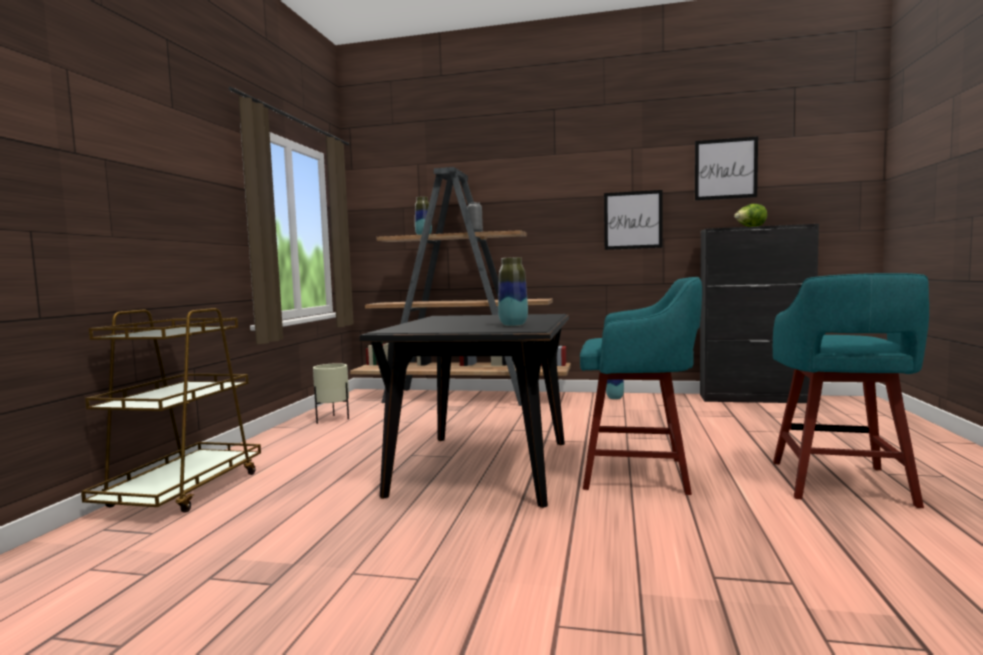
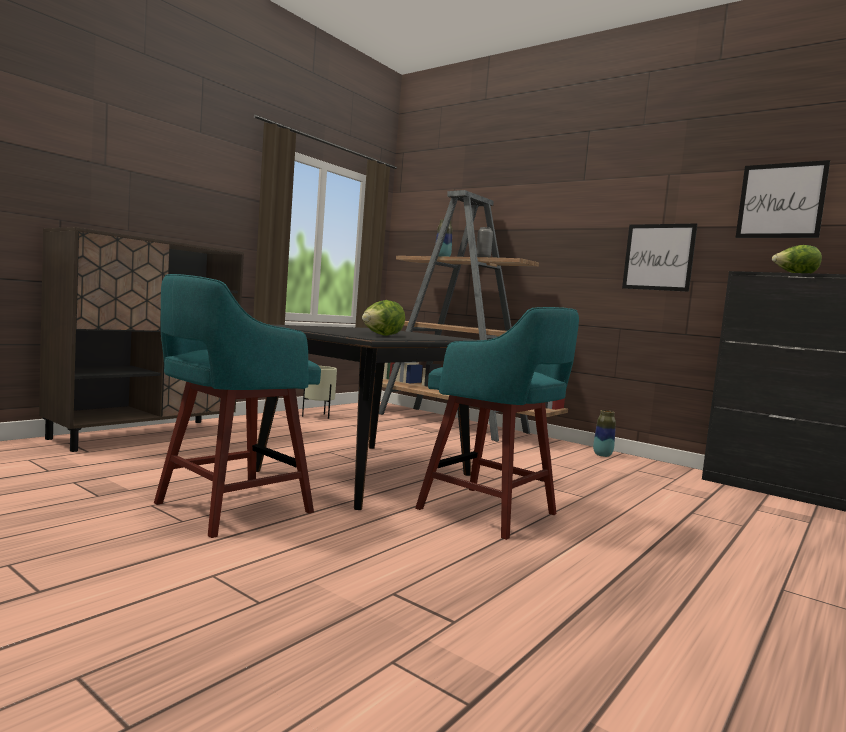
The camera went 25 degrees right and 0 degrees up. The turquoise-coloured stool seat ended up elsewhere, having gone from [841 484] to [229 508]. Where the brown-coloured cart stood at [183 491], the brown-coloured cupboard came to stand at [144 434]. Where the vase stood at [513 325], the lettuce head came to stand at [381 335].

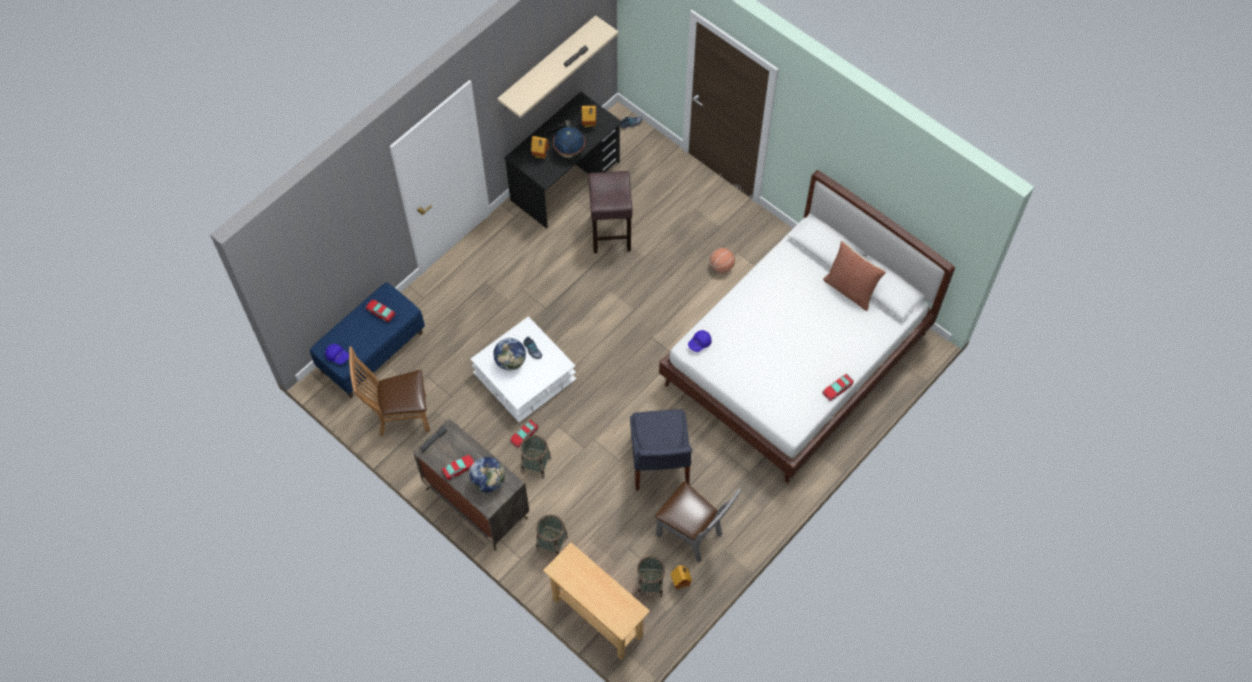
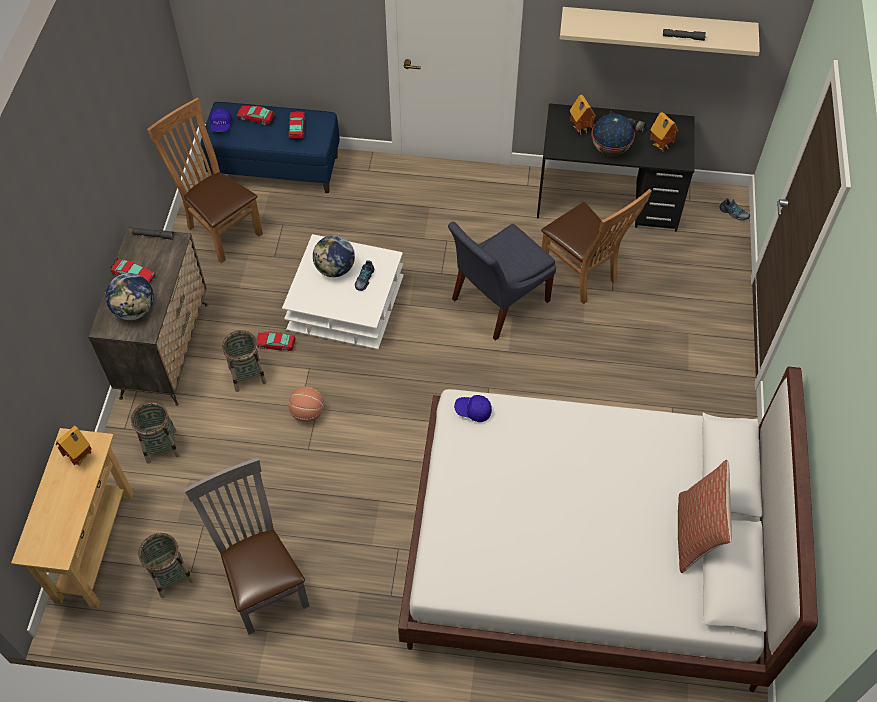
The camera went 55 degrees right and 5 degrees down. The bluish upright chair ended up elsewhere, having gone from [659 464] to [497 302]. The toy house ended up elsewhere, having gone from [681 583] to [81 458]. The basketball ended up elsewhere, having gone from [721 266] to [307 412]. The model car ended up elsewhere, having gone from [837 388] to [256 117]. Where the brown-coloured stool seat stood at [611 234], the brown-coloured upright chair came to stand at [582 276]. The grey upright chair at [693 535] ended up facing another way, 150 degrees clockwise from before.

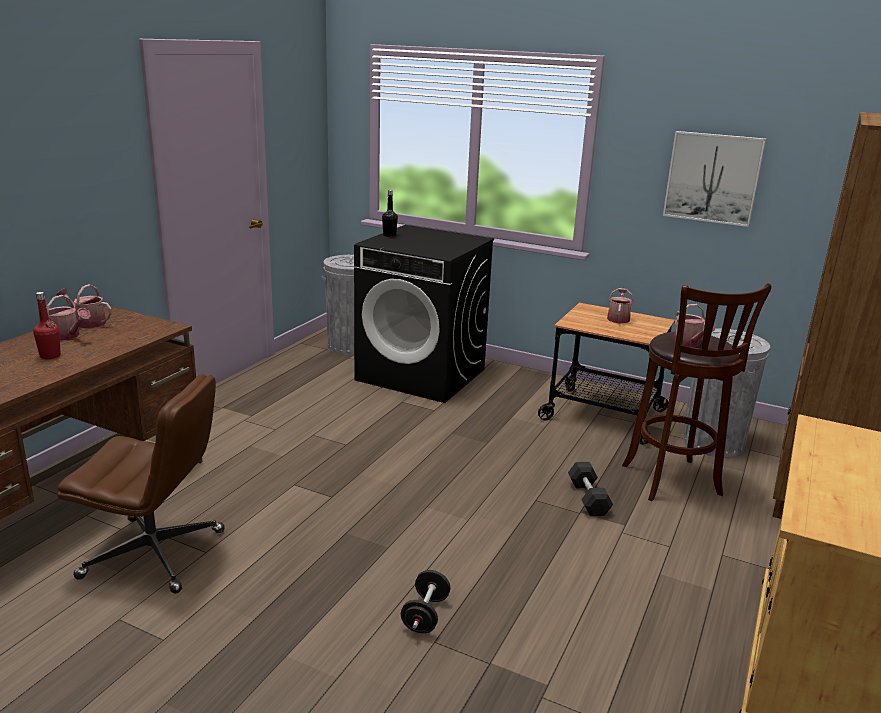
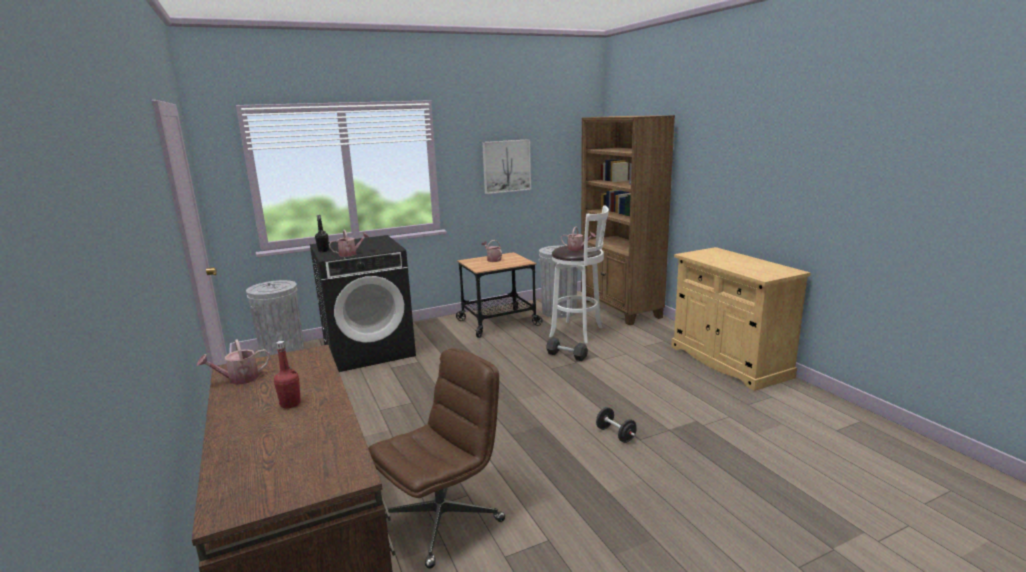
The camera went 50 degrees left and 5 degrees down. The watering can ended up elsewhere, having gone from [67 336] to [350 254]. What was the brown-coloured stool seat at [673 482] turned into the white stool seat at [579 332].

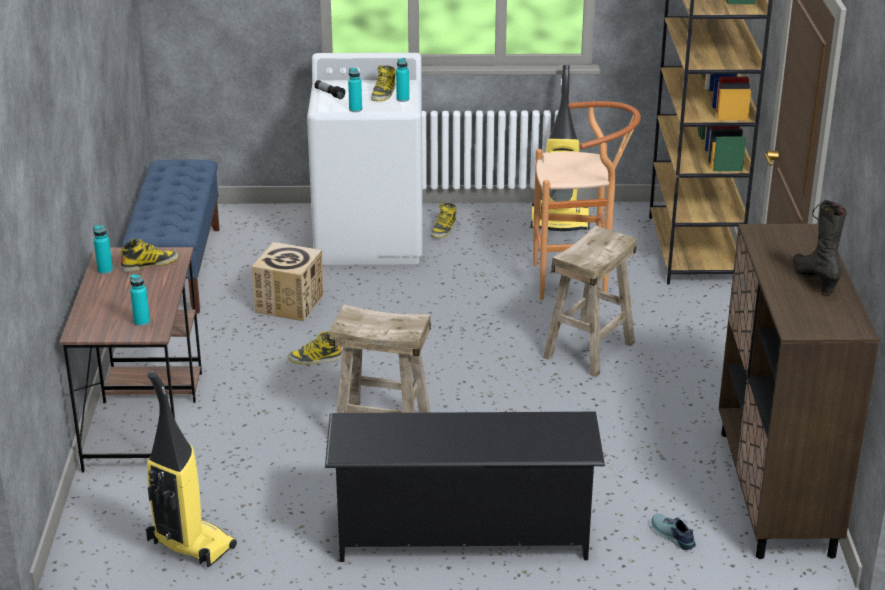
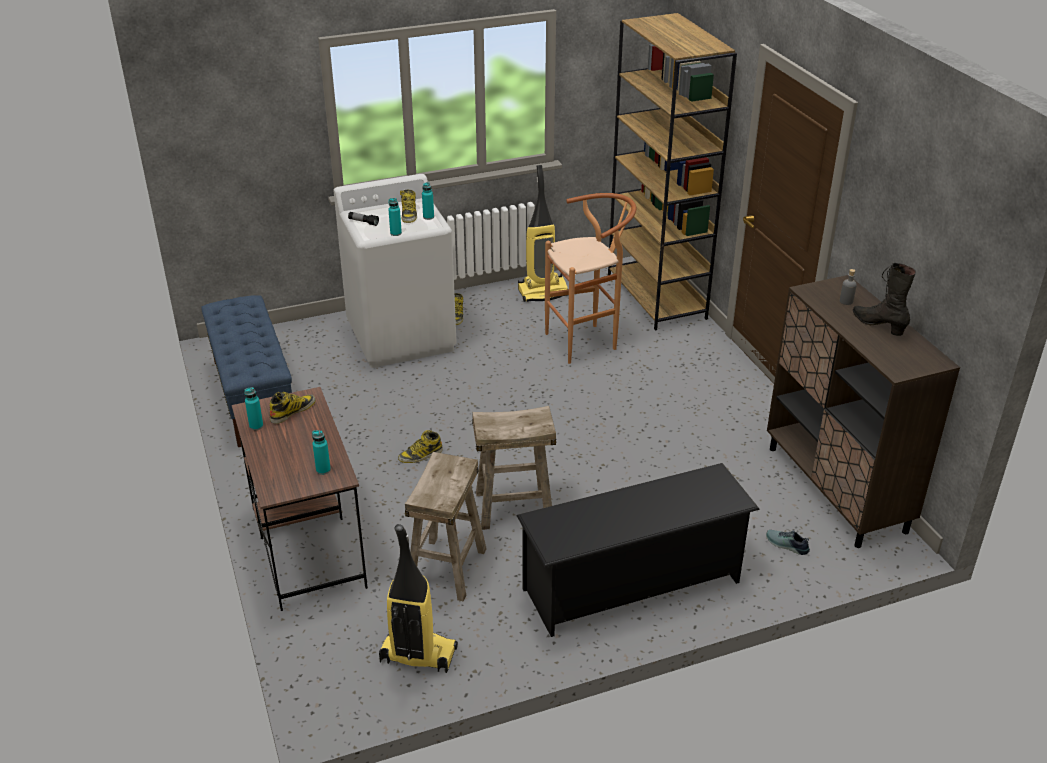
The camera went 20 degrees left and 5 degrees up. The second view lost the cardboard box at [289 304]. The second view gained the grey beverage bottle at [846 301]. The beige-coloured stool seat ended up elsewhere, having gone from [588 349] to [446 568].

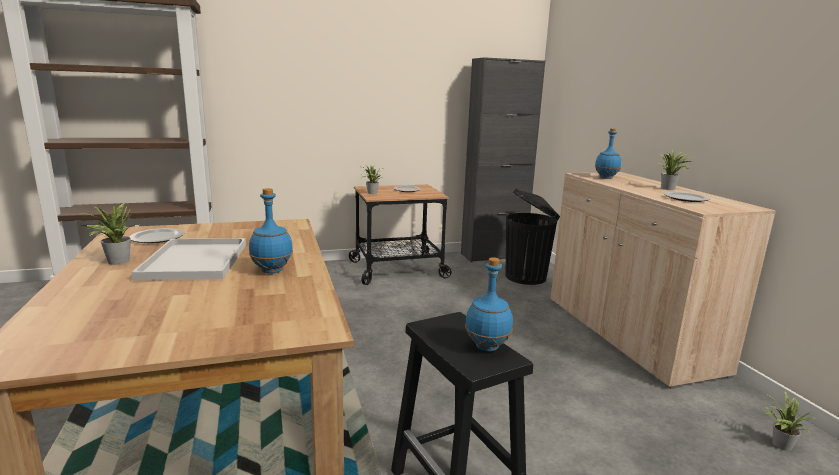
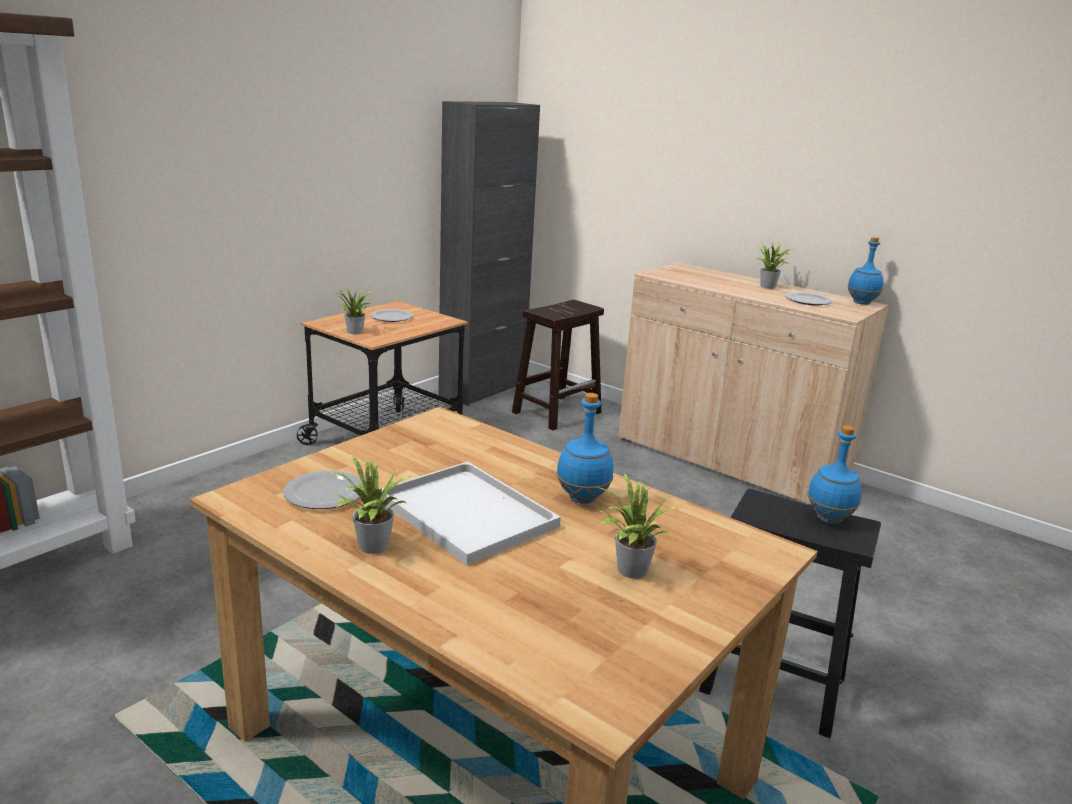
The camera went 35 degrees left and 5 degrees up. The bluish beverage bottle ended up elsewhere, having gone from [606 178] to [861 303]. The plant in a pot ended up elsewhere, having gone from [779 444] to [628 570]. Where the black-coloured rubbish bin stood at [527 277], the brown-coloured stool seat came to stand at [557 412].

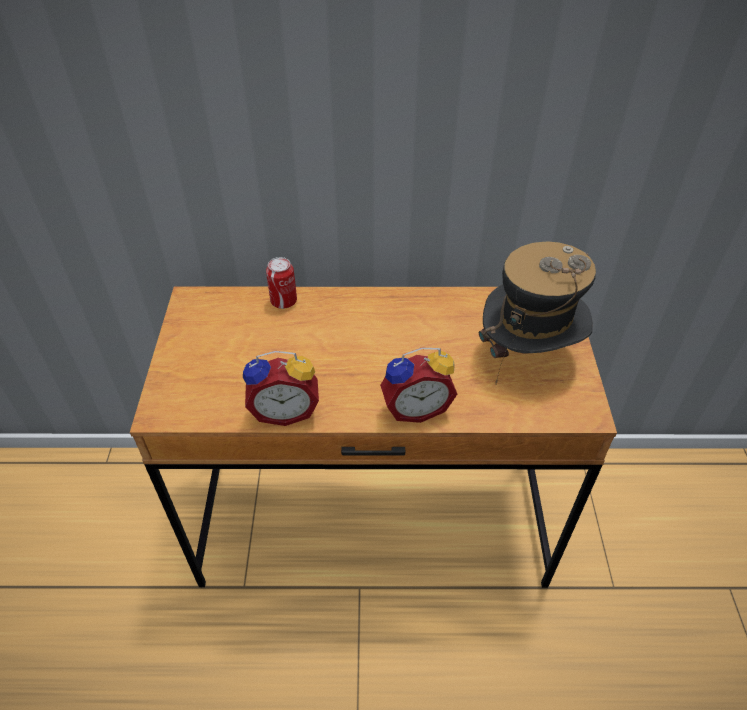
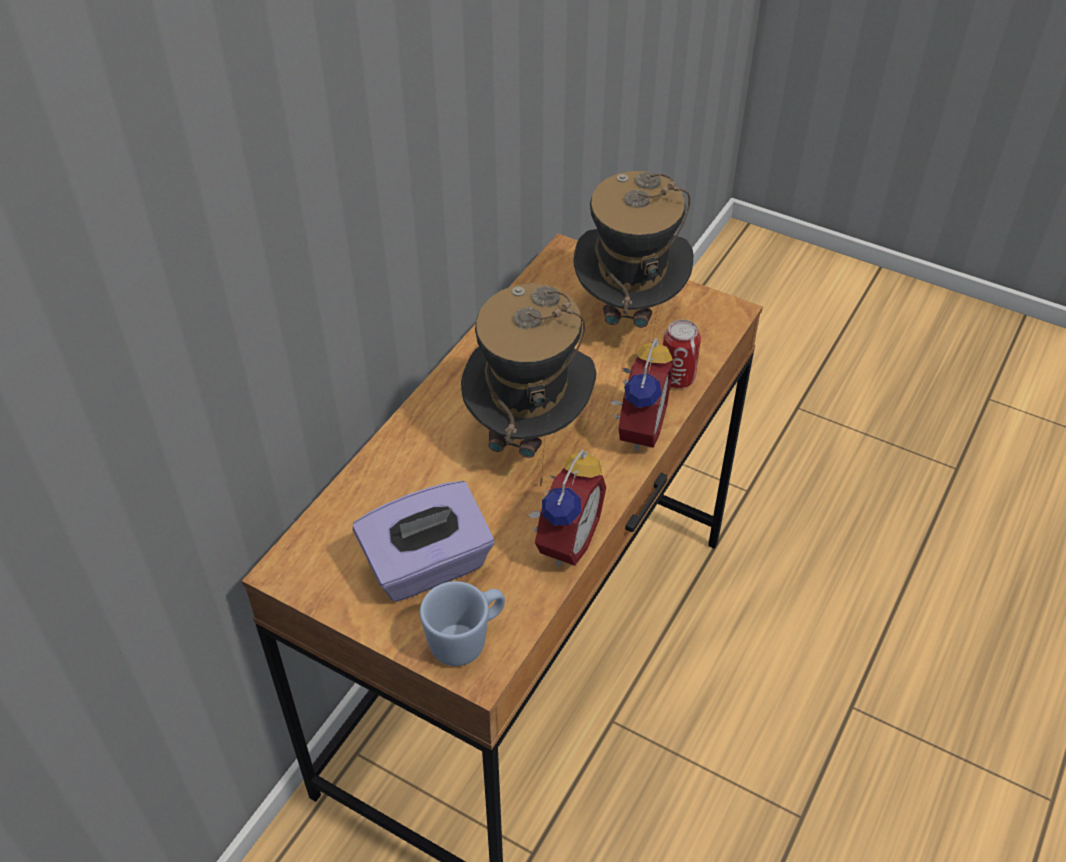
The camera went 60 degrees left and 0 degrees up. The second view gained the purple box of tissues at [427 566]. The second view gained the bluish mug at [467 640]. The second view gained the hat at [529 434]. The can ended up elsewhere, having gone from [284 301] to [677 378].

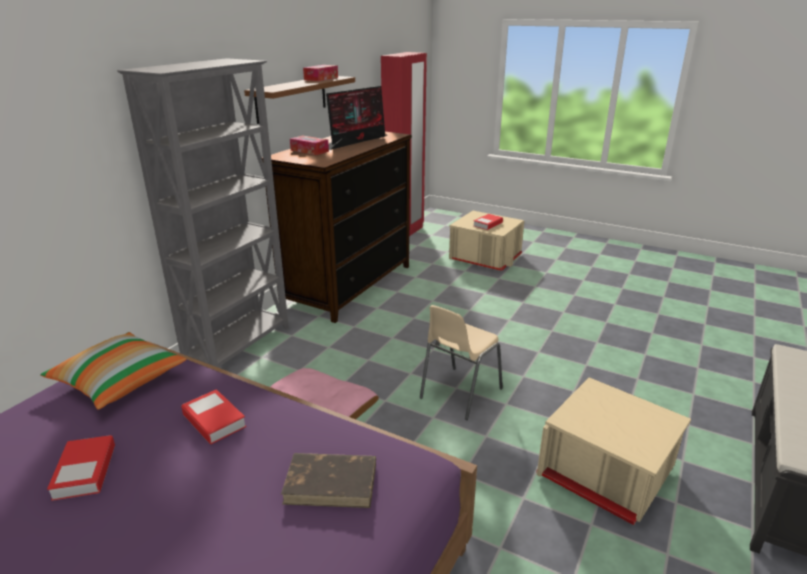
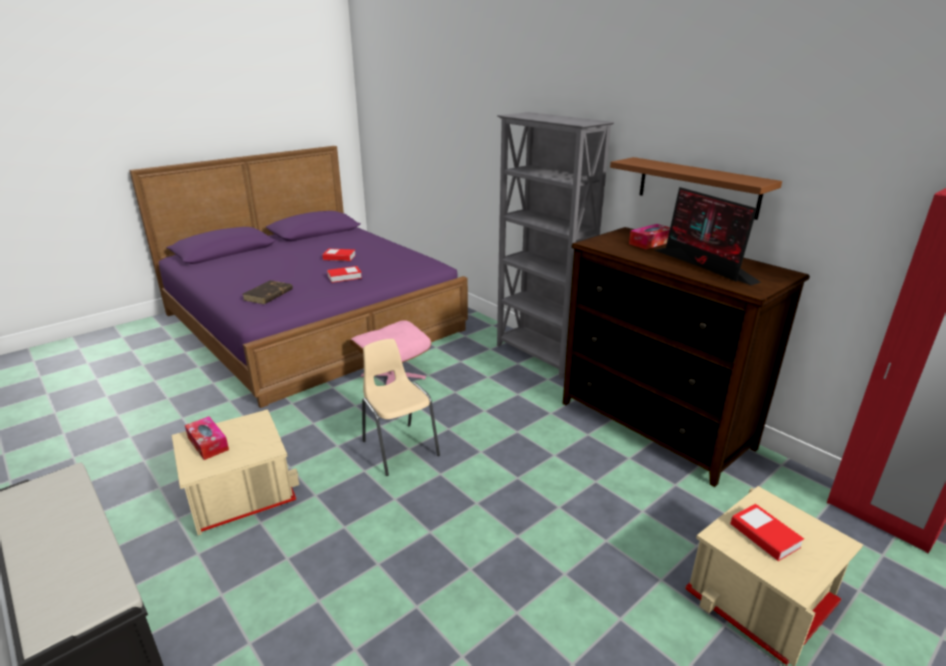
The camera went 110 degrees right and 0 degrees up. The second view lost the throw pillow at [118 381]. The box of tissues ended up elsewhere, having gone from [321 78] to [208 443].

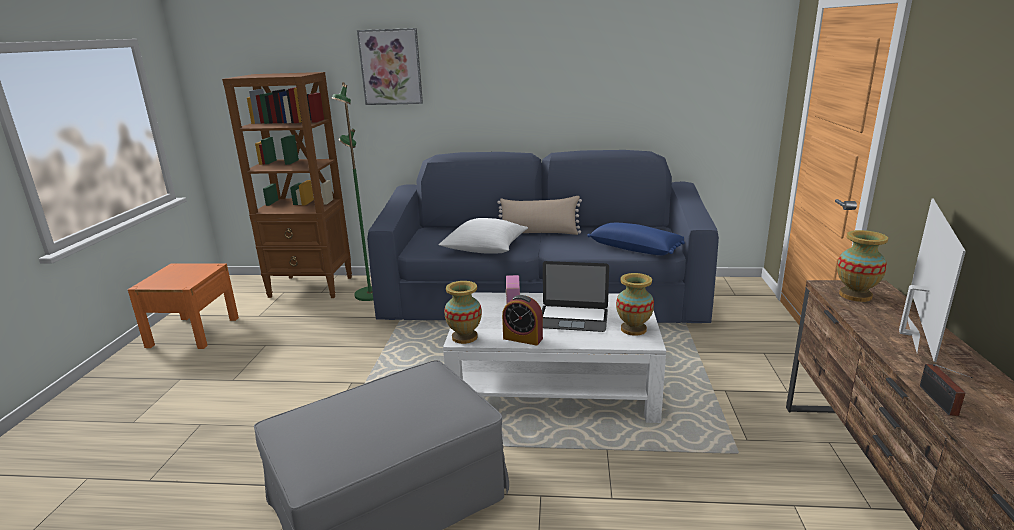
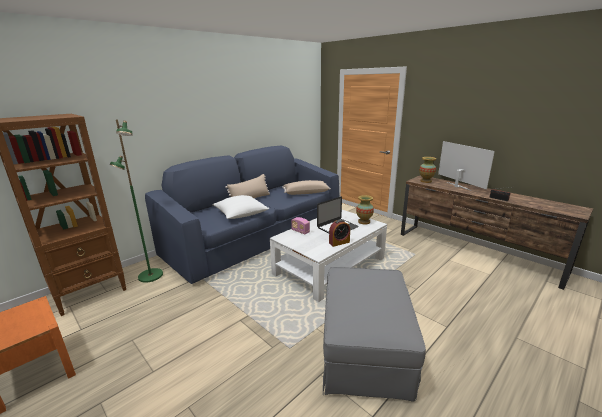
The camera went 50 degrees left and 0 degrees up. The second view lost the picture at [391 67]. The second view lost the vase at [465 337]. What was the bluish throw pillow at [636 249] turned into the beige-coloured throw pillow at [306 193].

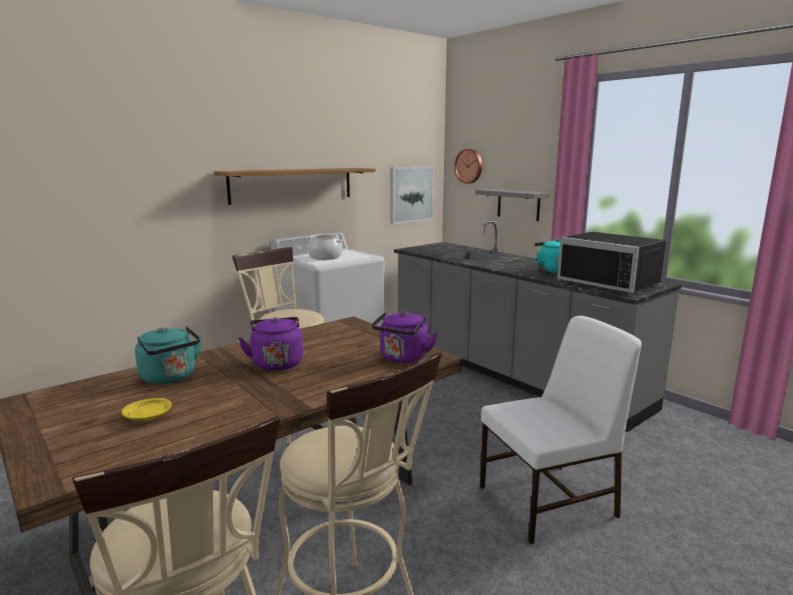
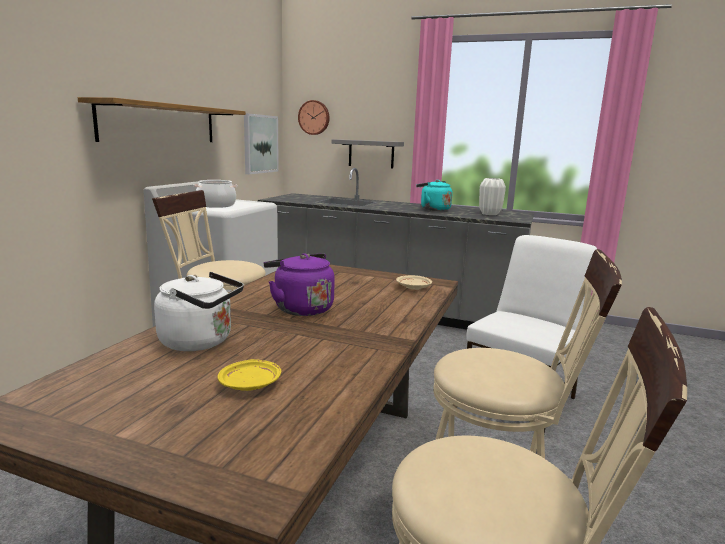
The camera went 30 degrees left and 0 degrees up. Where the purple water kettle stood at [403 358], the beige-coloured plate came to stand at [413 287]. Where the black-coloured microwave oven stood at [611 282], the white vase came to stand at [490 214]. What was the turquoise-coloured water kettle at [170 378] turned into the white water kettle at [200 342].

